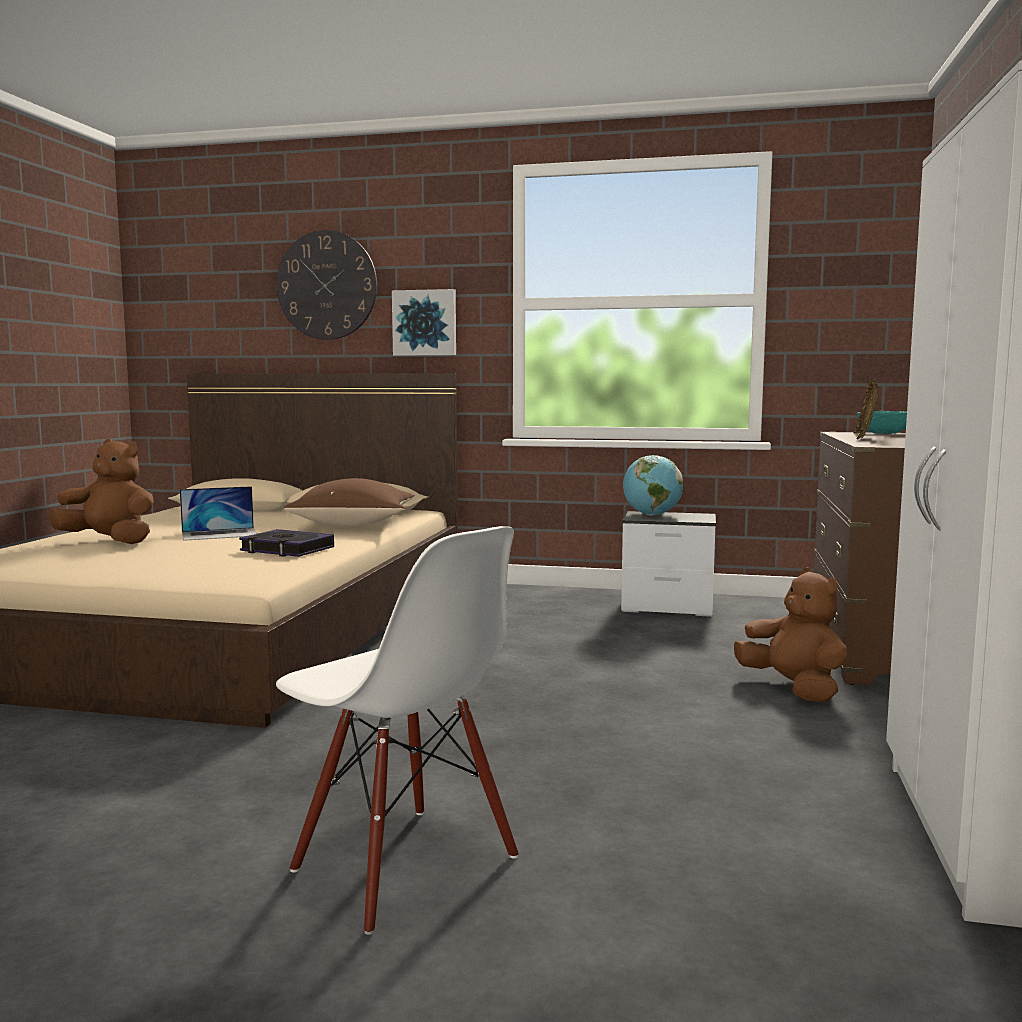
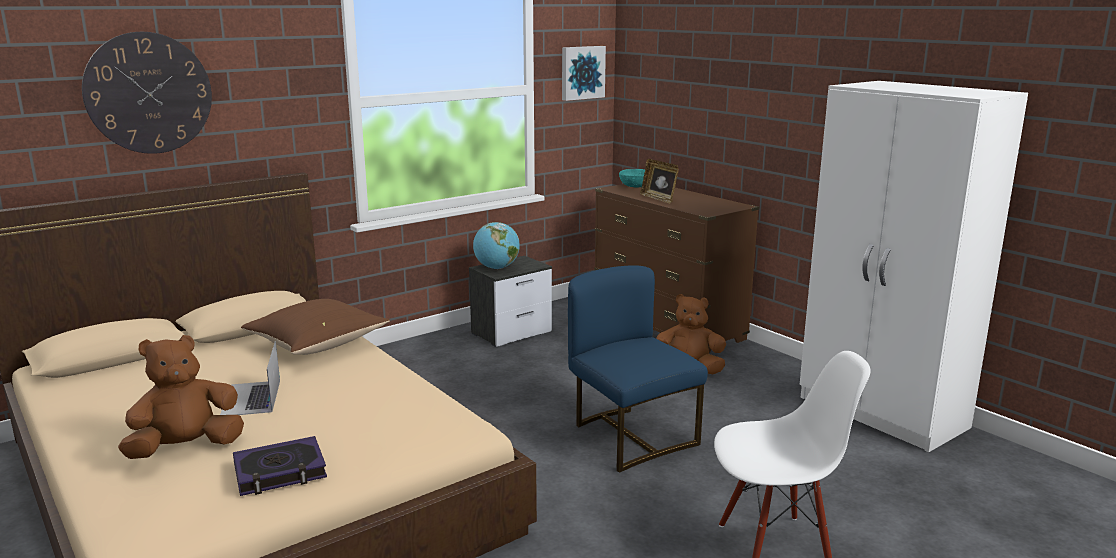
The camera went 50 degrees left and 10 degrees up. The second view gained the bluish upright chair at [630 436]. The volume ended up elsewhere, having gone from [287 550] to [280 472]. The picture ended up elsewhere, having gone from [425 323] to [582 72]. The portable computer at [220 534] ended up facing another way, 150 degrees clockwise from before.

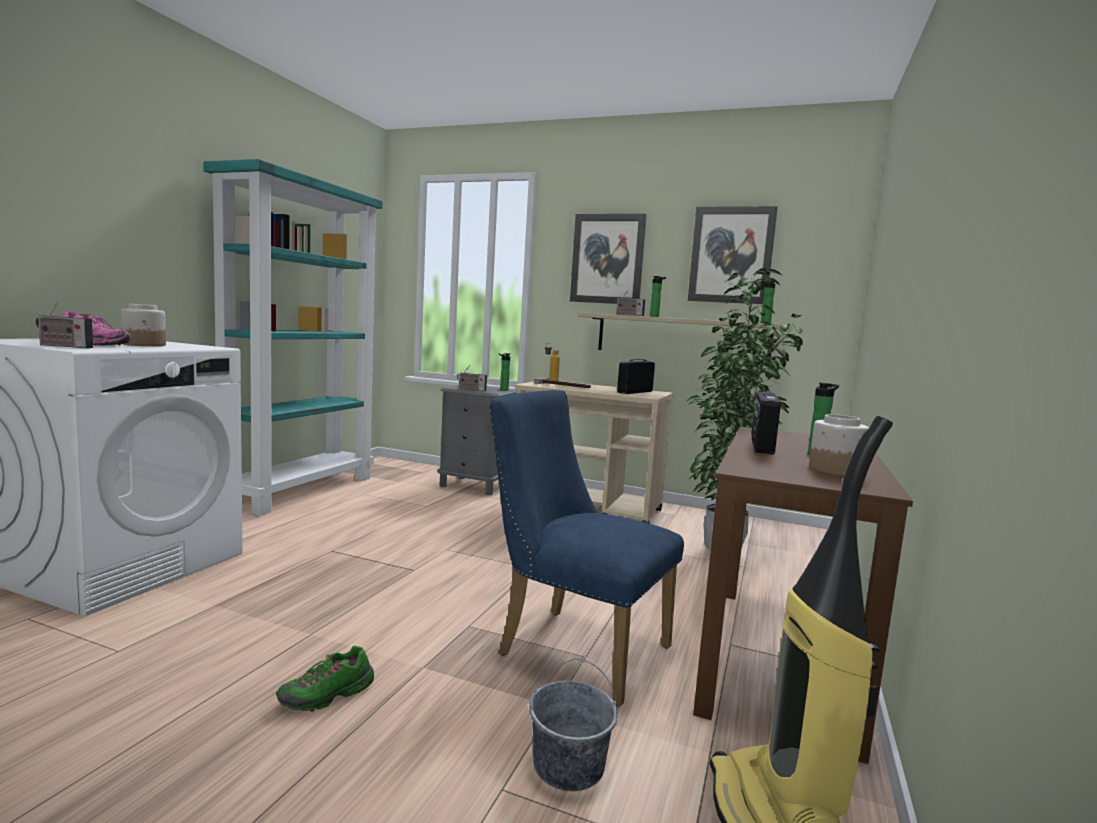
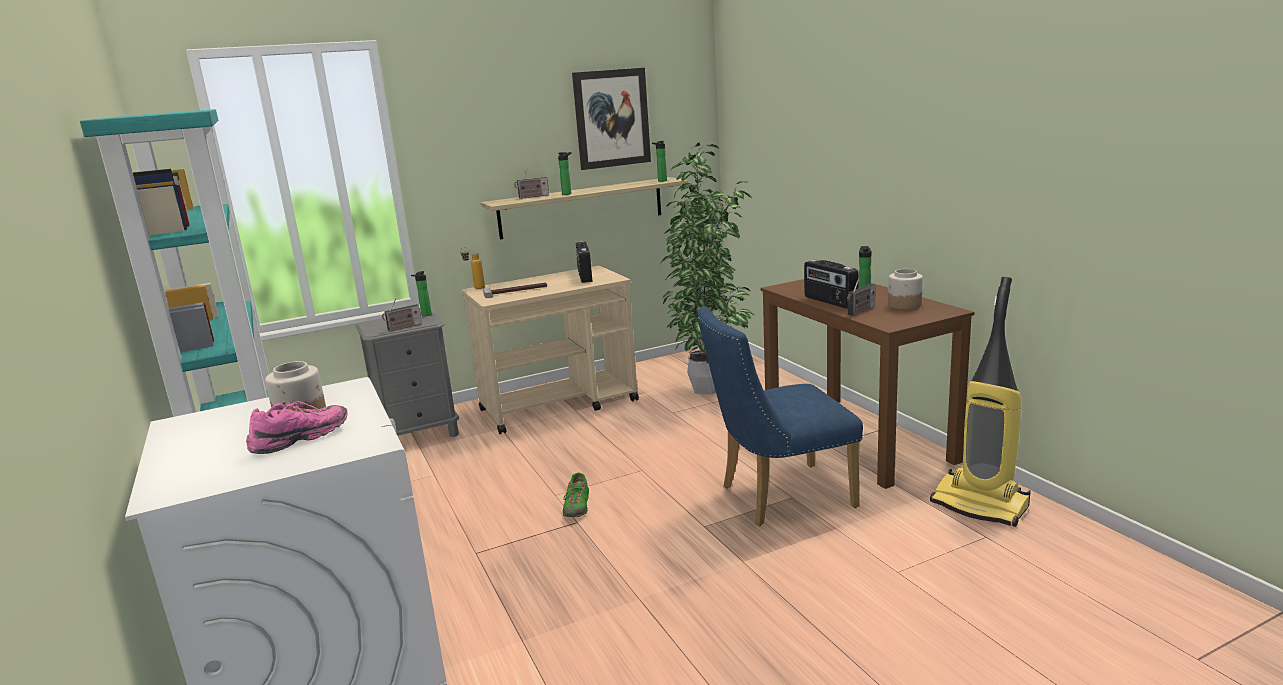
The camera went 45 degrees left and 10 degrees up. The second view lost the grey pail at [568 766]. The second view lost the picture at [607 259]. The radio set ended up elsewhere, having gone from [63 346] to [860 311]. The green item of footwear ended up elsewhere, having gone from [327 696] to [577 507].

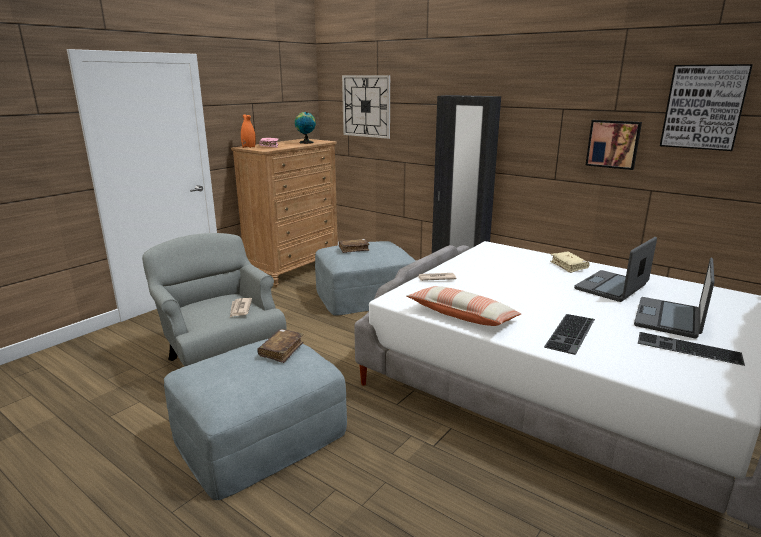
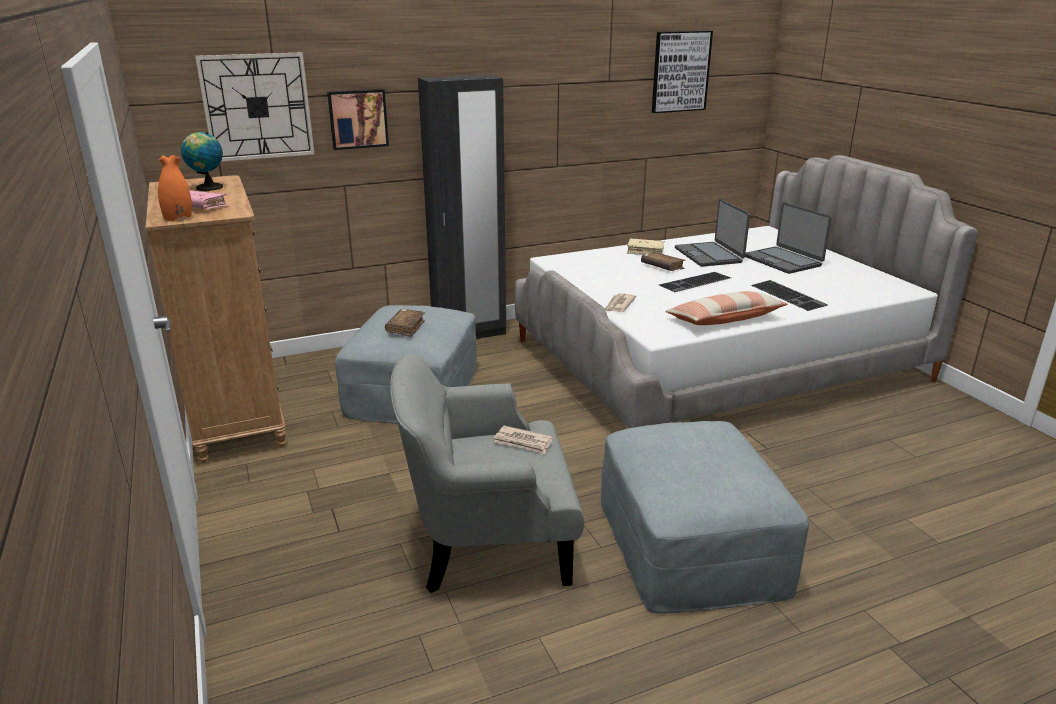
The camera went 60 degrees left and 5 degrees up. The brown-coloured volume ended up elsewhere, having gone from [281 350] to [662 267]. The picture ended up elsewhere, having gone from [613 144] to [358 119]. The computer keyboard ended up elsewhere, having gone from [687 349] to [695 282].

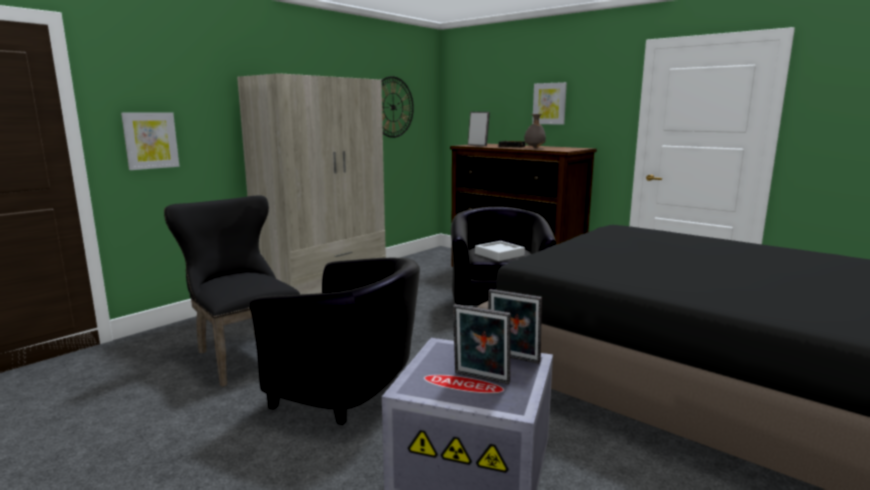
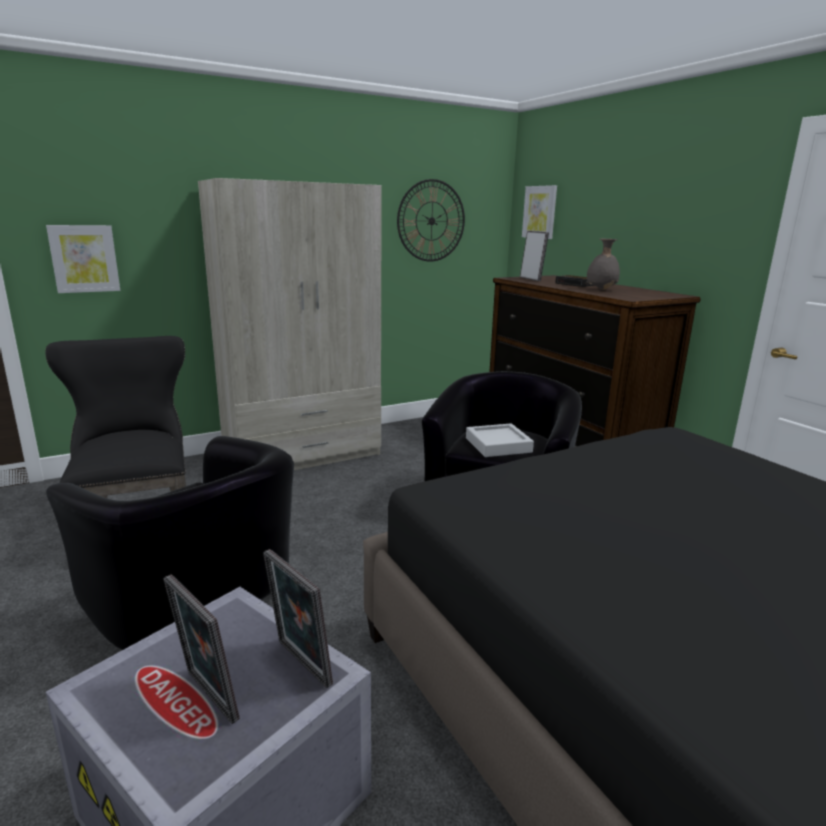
The camera went 20 degrees right and 5 degrees up. The picture ended up elsewhere, having gone from [549 103] to [540 212].

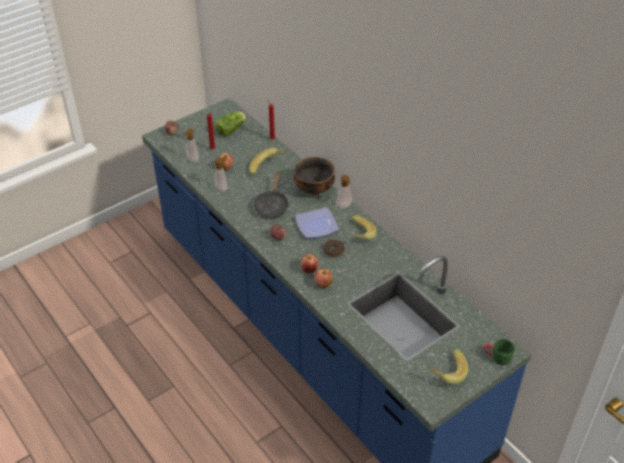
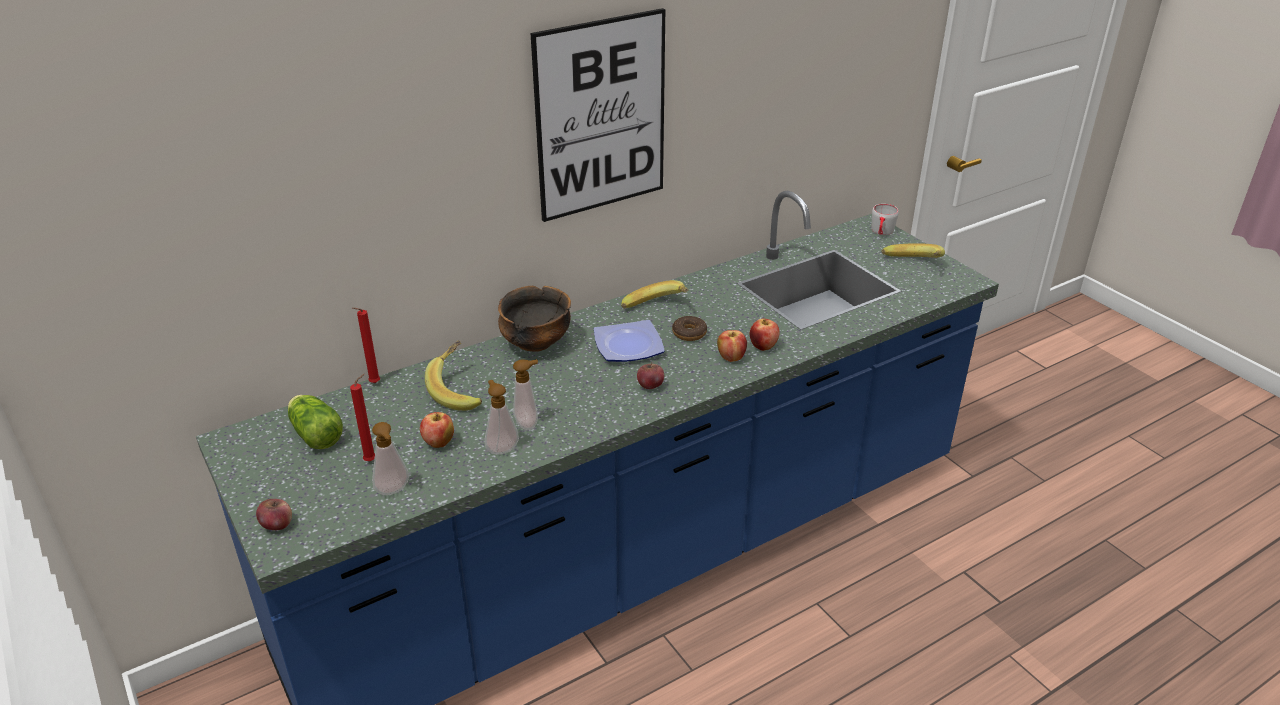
The camera went 85 degrees left and 10 degrees down. The second view lost the black-coloured frying pan at [272 206]. The second view gained the picture at [601 116]. The soap dispenser ended up elsewhere, having gone from [344 207] to [528 423]. What was the green mug at [496 357] turned into the grey mug at [881 232].

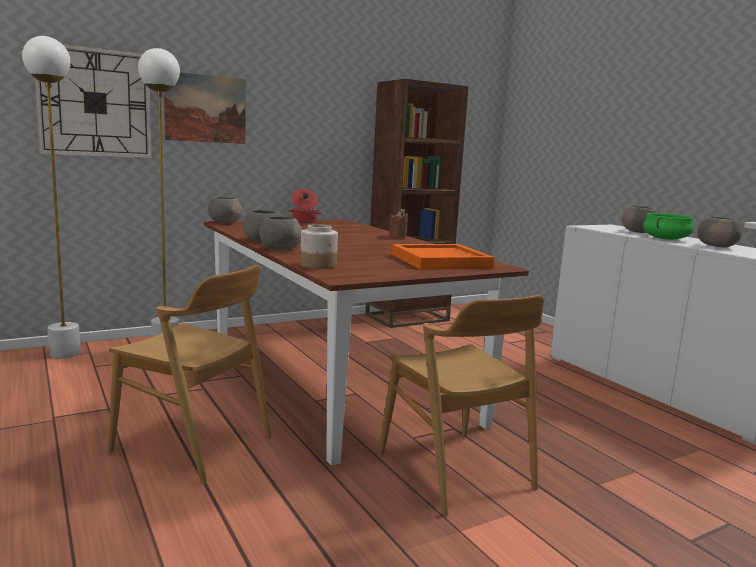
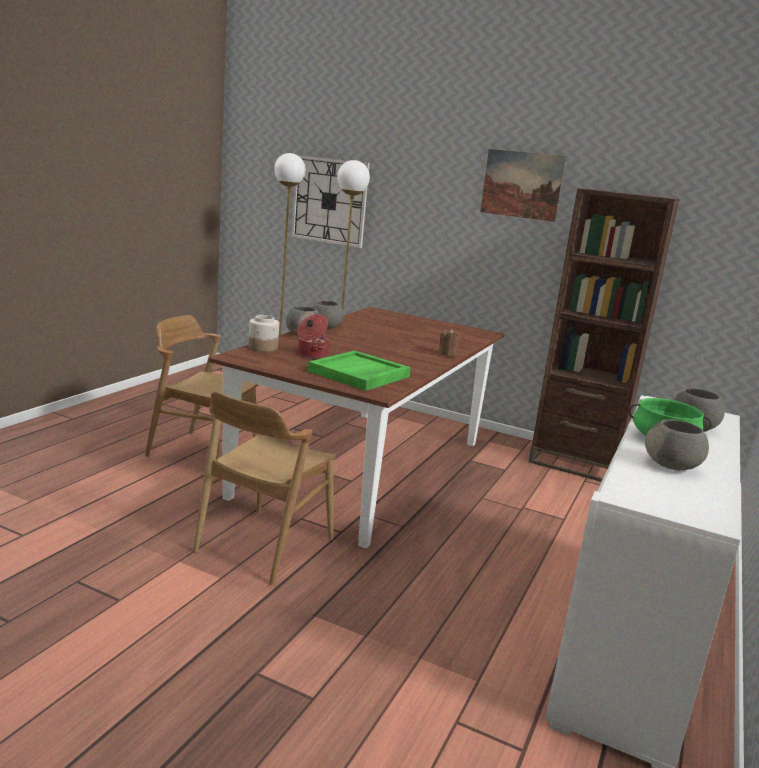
The camera went 55 degrees right and 5 degrees up. The second view lost the grey deep dish at [224 222]. The picture ended up elsewhere, having gone from [205 108] to [522 185]. The stockpot ended up elsewhere, having gone from [304 222] to [311 355]. What was the orange-coloured serving tray at [441 261] turned into the green serving tray at [359 374]. The brown-coloured upright chair at [193 445] ended up facing another way, 120 degrees clockwise from before.

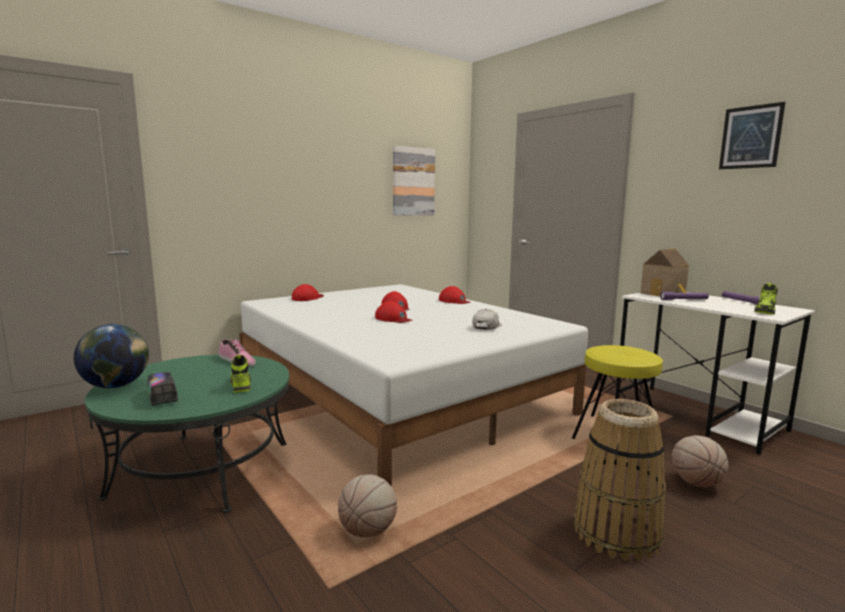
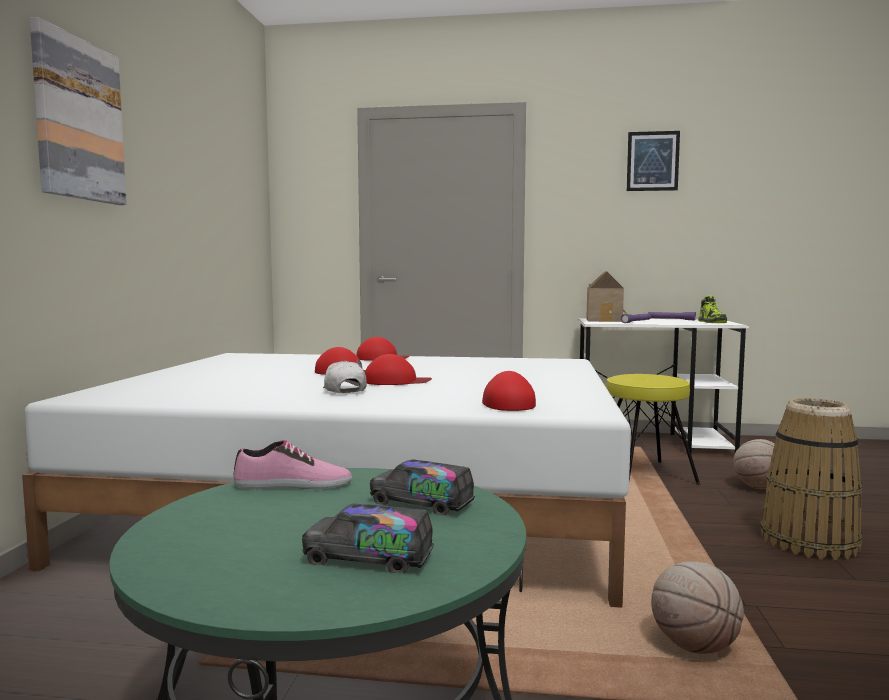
The camera went 45 degrees left and 5 degrees down. The second view lost the desk globe at [116 386]. The red-coloured cap ended up elsewhere, having gone from [308 298] to [507 403]. The picture ended up elsewhere, having gone from [413 182] to [78 120]. The white cap ended up elsewhere, having gone from [486 327] to [344 390]. Where the item of footwear stood at [240 385], the toy truck came to stand at [421 503].

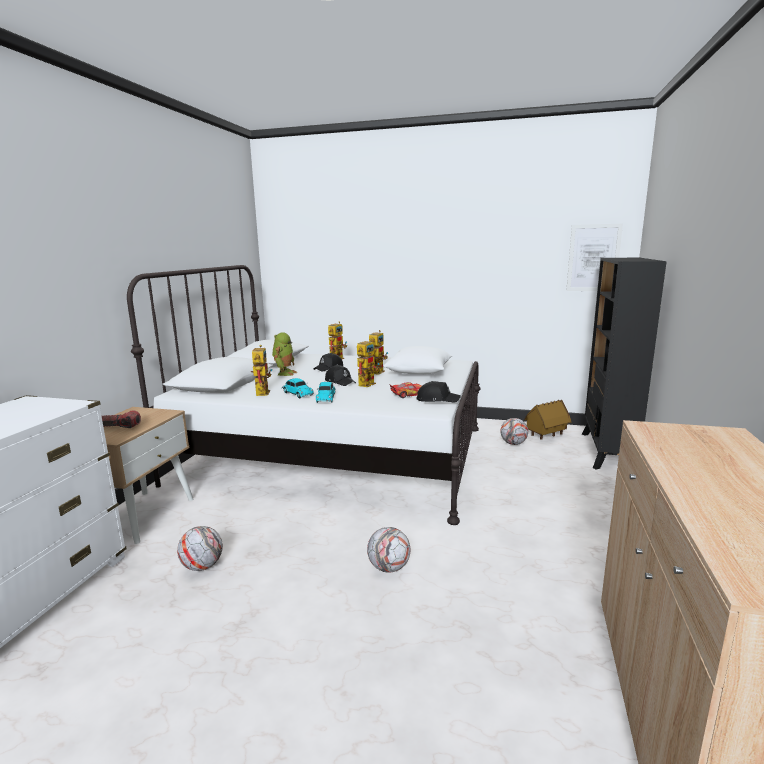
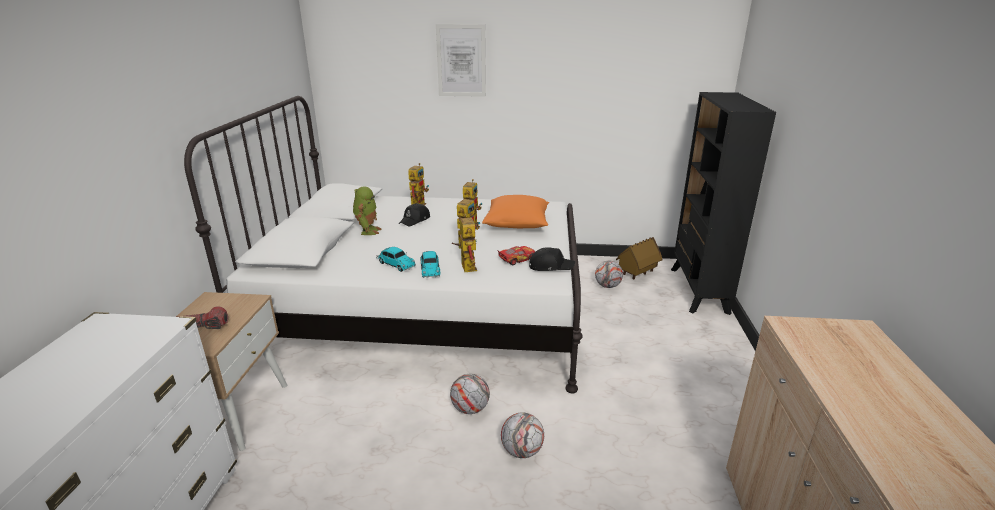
The camera went 10 degrees left and 10 degrees up. The second view lost the black-coloured cap at [340 381]. The football ball ended up elsewhere, having gone from [202 566] to [470 408]. The robot figure ended up elsewhere, having gone from [261 392] to [466 265]. The picture ended up elsewhere, having gone from [593 258] to [461 61]. What was the white throw pillow at [419 373] turned into the orange-coloured throw pillow at [517 224].

